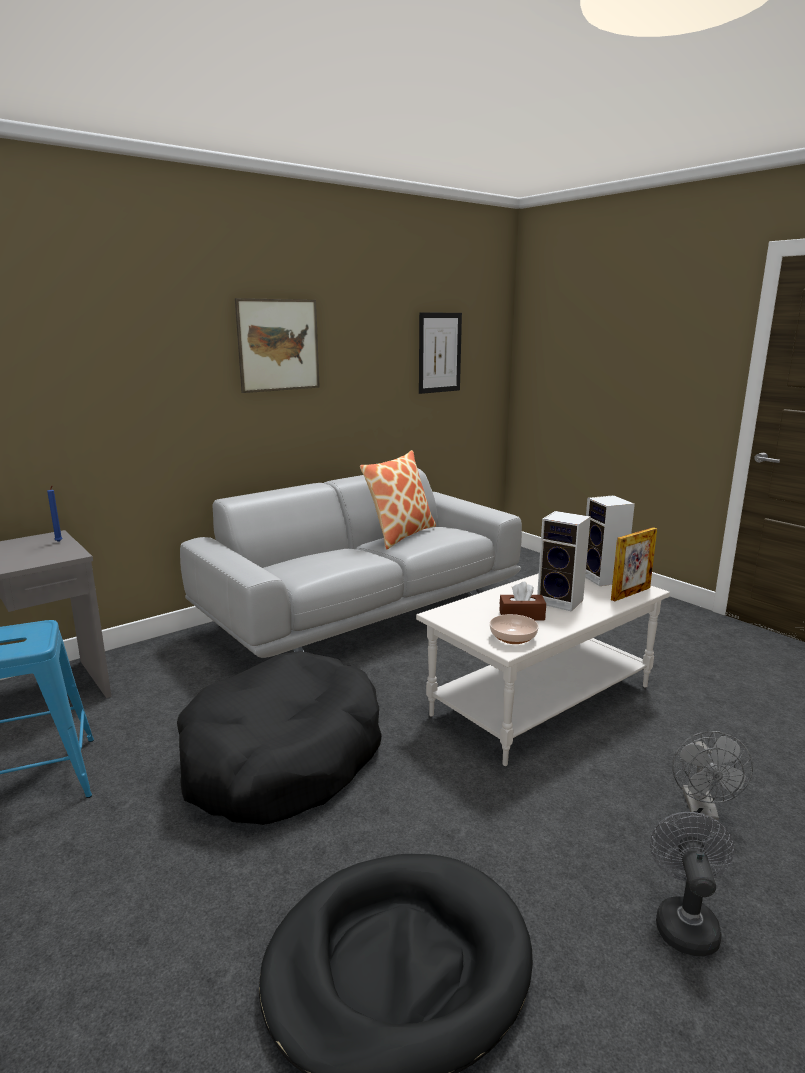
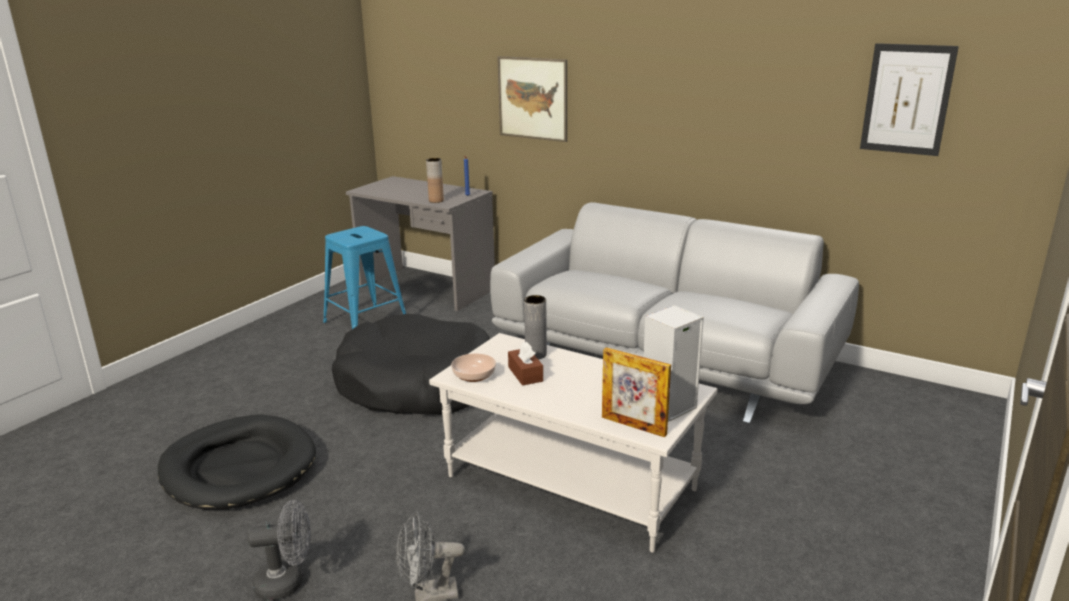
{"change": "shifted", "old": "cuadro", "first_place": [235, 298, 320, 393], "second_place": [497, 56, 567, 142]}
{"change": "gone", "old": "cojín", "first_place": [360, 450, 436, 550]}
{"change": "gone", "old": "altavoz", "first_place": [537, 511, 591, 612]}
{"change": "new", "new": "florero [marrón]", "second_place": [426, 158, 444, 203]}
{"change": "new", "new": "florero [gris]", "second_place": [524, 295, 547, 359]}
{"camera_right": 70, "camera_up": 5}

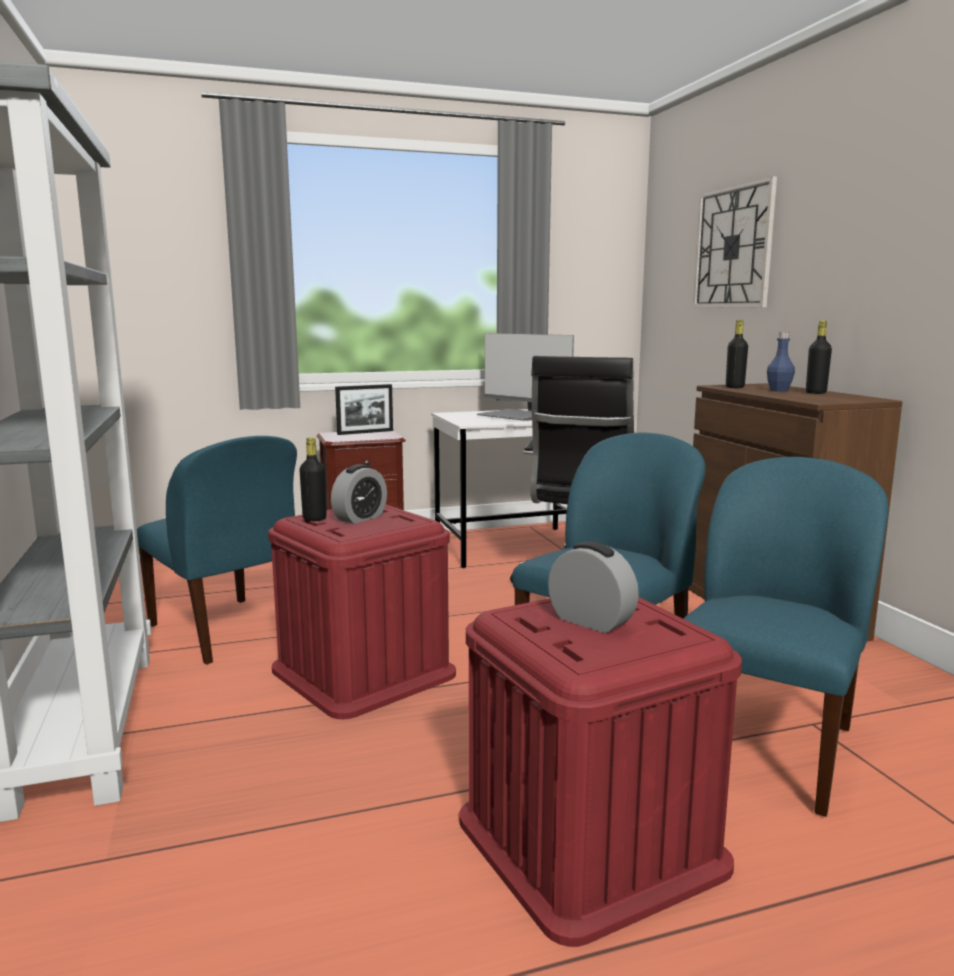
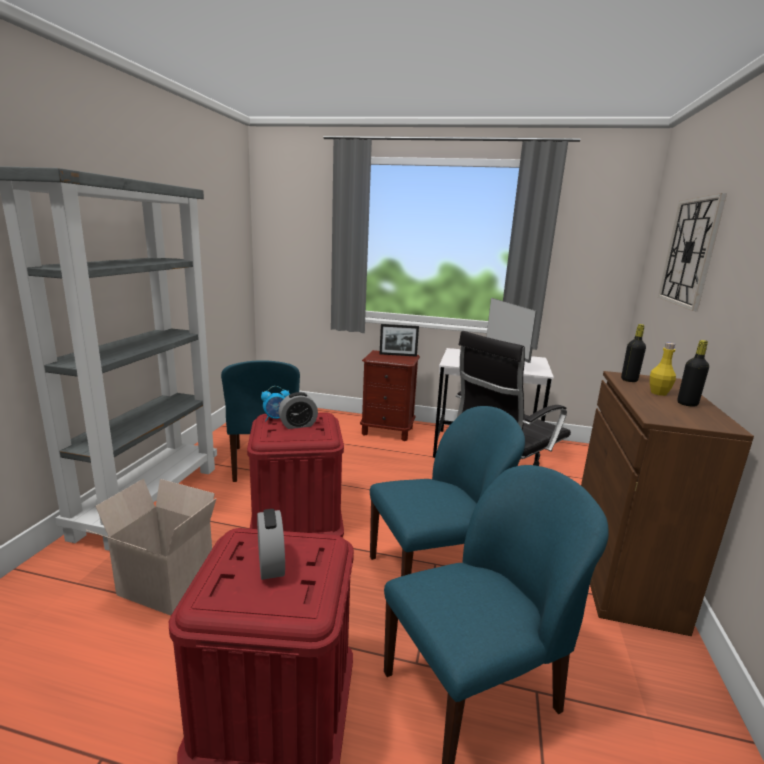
{"change": "swapped", "old": "botella [negro]", "new": "despertador", "first_place": [300, 437, 327, 521], "second_place": [261, 386, 290, 421]}
{"change": "repainted", "old": "botella [azul]", "new": "botella [amarillo]", "first_place": [767, 332, 795, 392], "second_place": [650, 343, 676, 396]}
{"change": "new", "new": "caja de cartón", "second_place": [86, 479, 217, 616]}
{"camera_right": 30, "camera_up": 5}

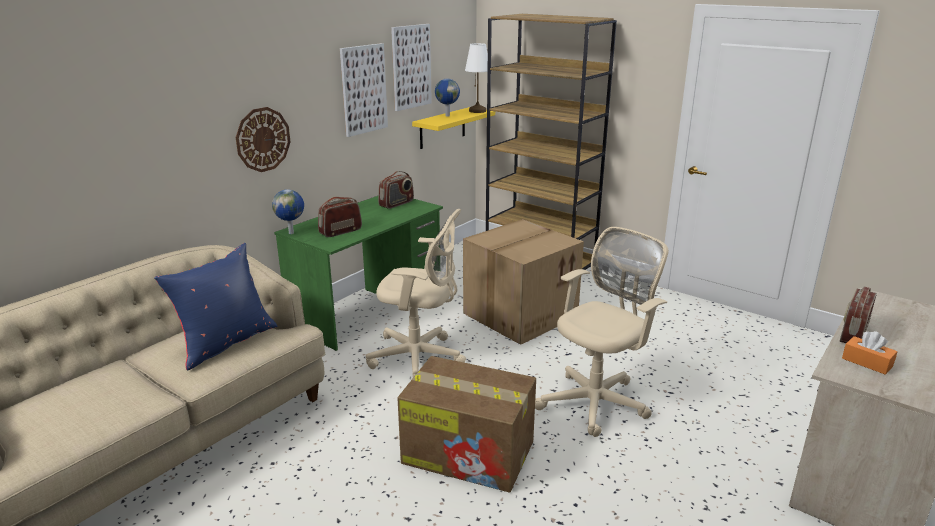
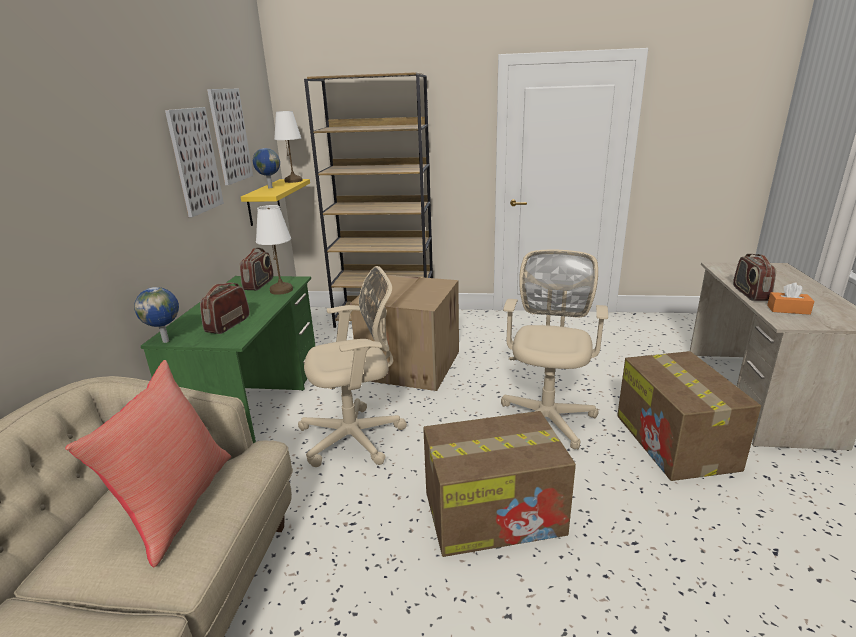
{"change": "repainted", "old": "cojín [azul]", "new": "cojín [rojo]", "first_place": [154, 243, 277, 371], "second_place": [65, 360, 231, 567]}
{"change": "gone", "old": "reloj de pared", "first_place": [236, 107, 290, 172]}
{"change": "new", "new": "lámpara de mesa [blanco]", "second_place": [256, 205, 293, 295]}
{"change": "new", "new": "caja de cartón", "second_place": [617, 351, 761, 481]}
{"camera_right": -30, "camera_up": 0}

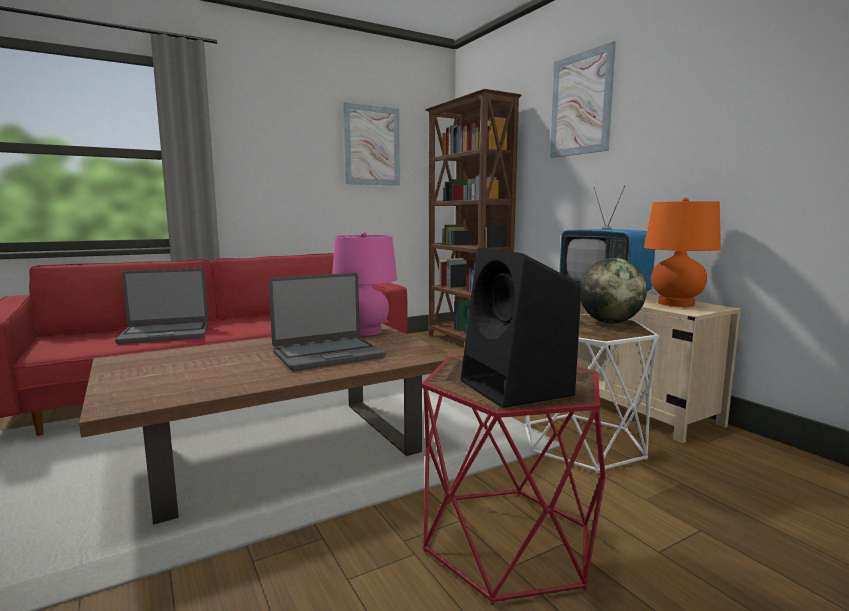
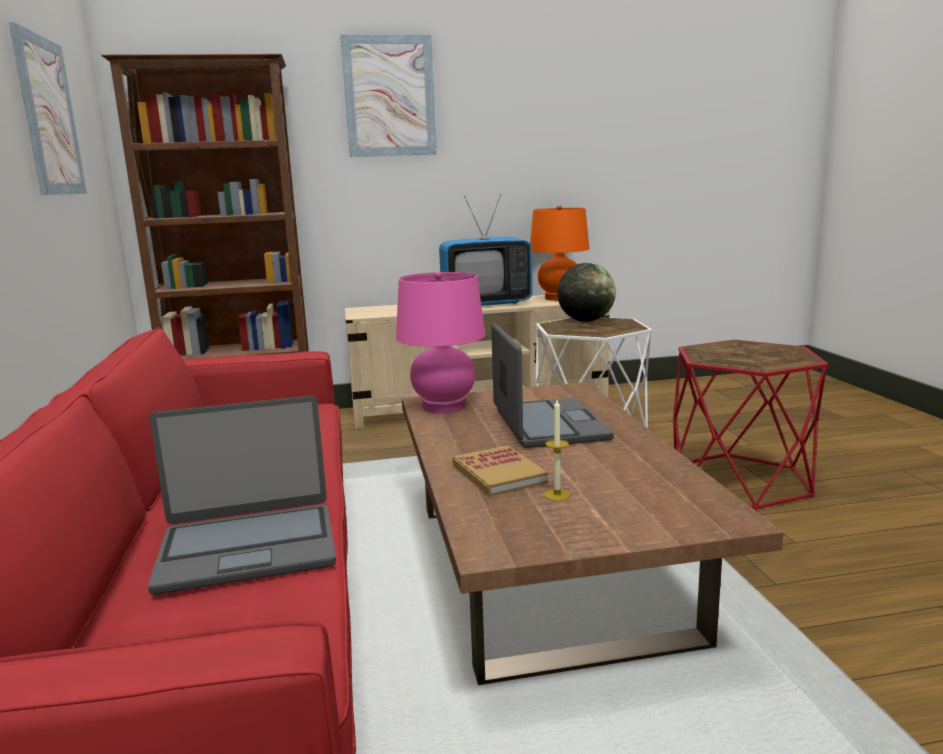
{"change": "rotated", "old": "portátil", "first_place": [115, 268, 208, 344], "second_place": [148, 396, 336, 595], "degrees": 75}
{"change": "gone", "old": "altavoz [negro]", "first_place": [461, 248, 582, 408]}
{"change": "new", "new": "libro", "second_place": [452, 445, 548, 496]}
{"change": "new", "new": "vela", "second_place": [544, 400, 571, 501]}
{"camera_right": -70, "camera_up": 5}

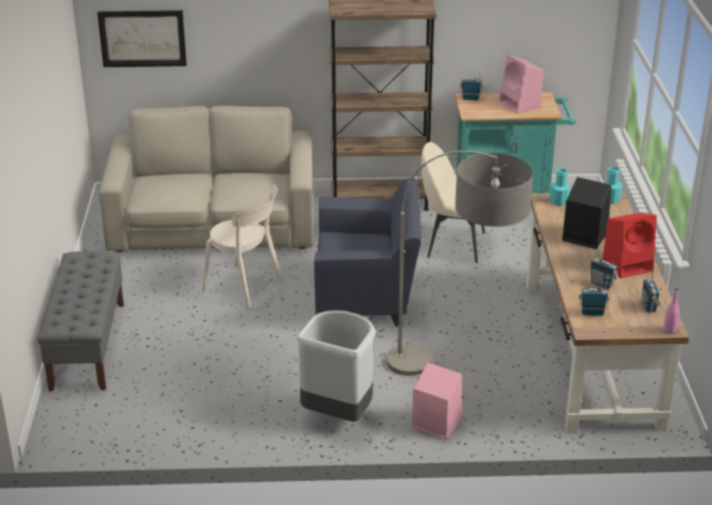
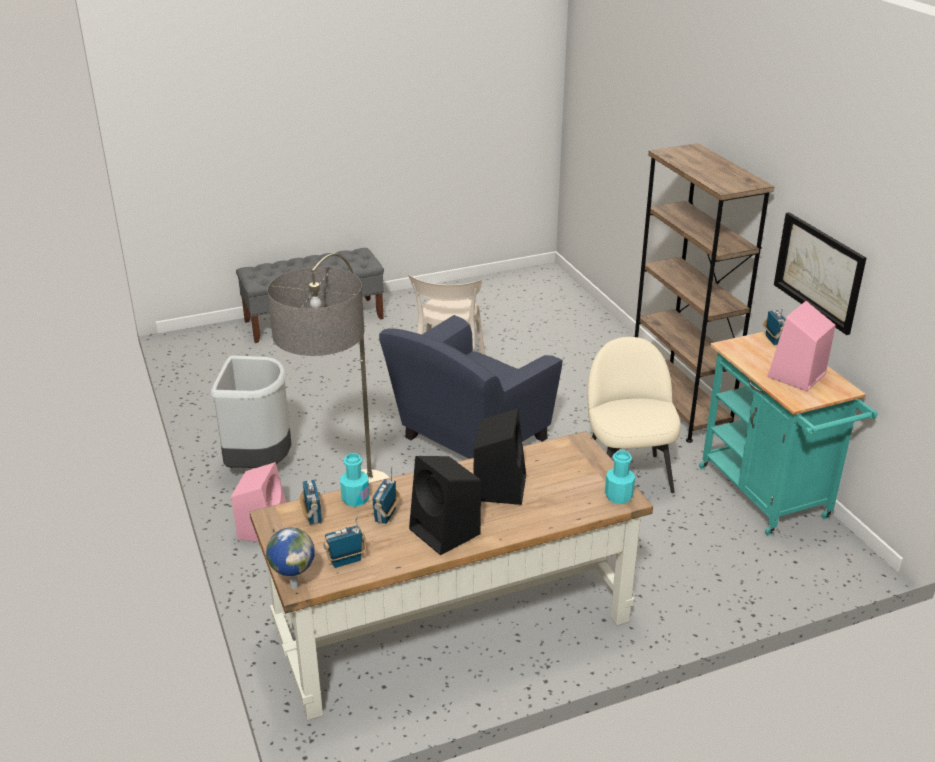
{"change": "shifted", "old": "cuadro", "first_place": [97, 10, 187, 67], "second_place": [774, 212, 866, 335]}
{"change": "gone", "old": "sofá [beis]", "first_place": [99, 106, 314, 252]}
{"change": "rotated", "old": "sillón [azul]", "first_place": [314, 177, 421, 327], "second_place": [379, 315, 562, 459], "degrees": 60}
{"change": "shifted", "old": "botella [turquesa]", "first_place": [550, 168, 571, 206], "second_place": [340, 453, 369, 507]}
{"change": "repainted", "old": "altavoz [rojo]", "new": "altavoz [negro]", "first_place": [603, 213, 657, 278], "second_place": [409, 456, 481, 555]}
{"change": "swapped", "old": "botella [rosa]", "new": "globo terráqueo", "first_place": [664, 288, 680, 334], "second_place": [266, 527, 315, 589]}
{"camera_right": 70, "camera_up": 0}

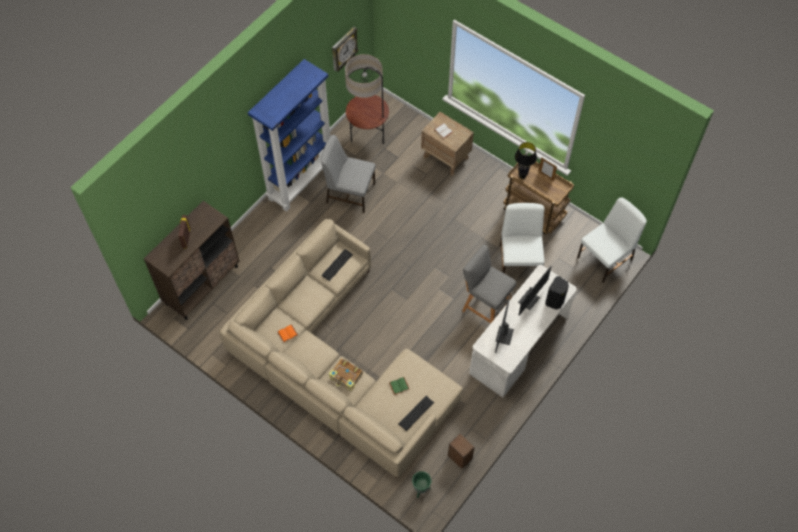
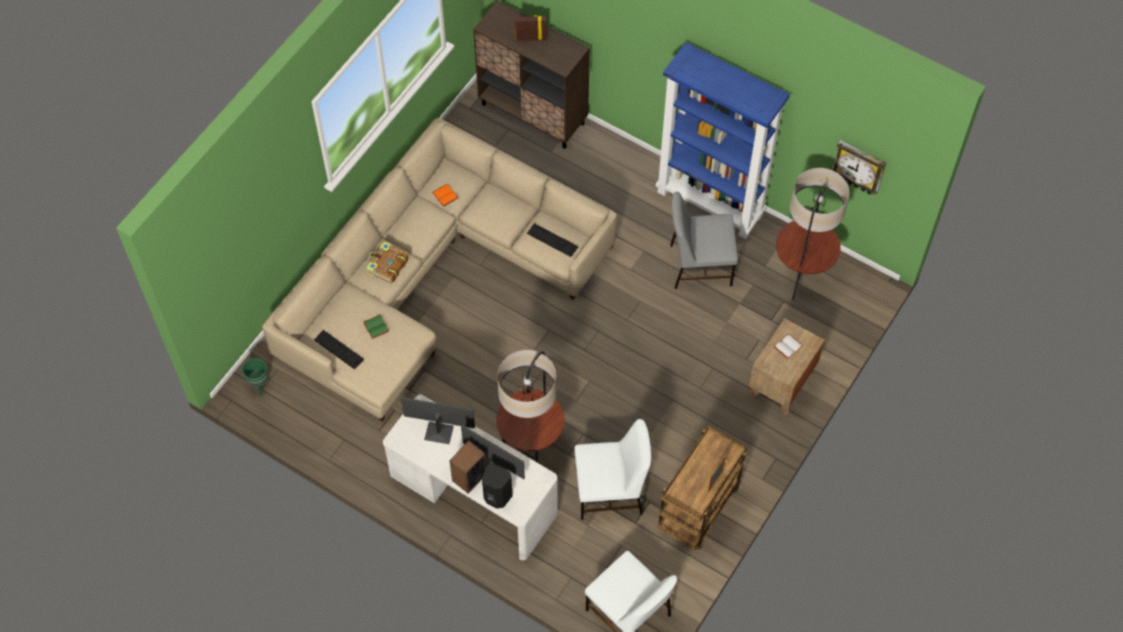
{"change": "rotated", "old": "silla [gris]", "first_place": [321, 135, 376, 213], "second_place": [670, 192, 738, 289], "degrees": -105}
{"change": "shifted", "old": "altavoz", "first_place": [448, 434, 475, 469], "second_place": [449, 441, 486, 494]}
{"change": "swapped", "old": "taburete [gris]", "new": "lámpara de pie", "first_place": [462, 244, 516, 324], "second_place": [496, 350, 564, 463]}
{"change": "gone", "old": "lámpara de mesa [negro]", "first_place": [515, 142, 537, 179]}
{"camera_right": 85, "camera_up": 0}

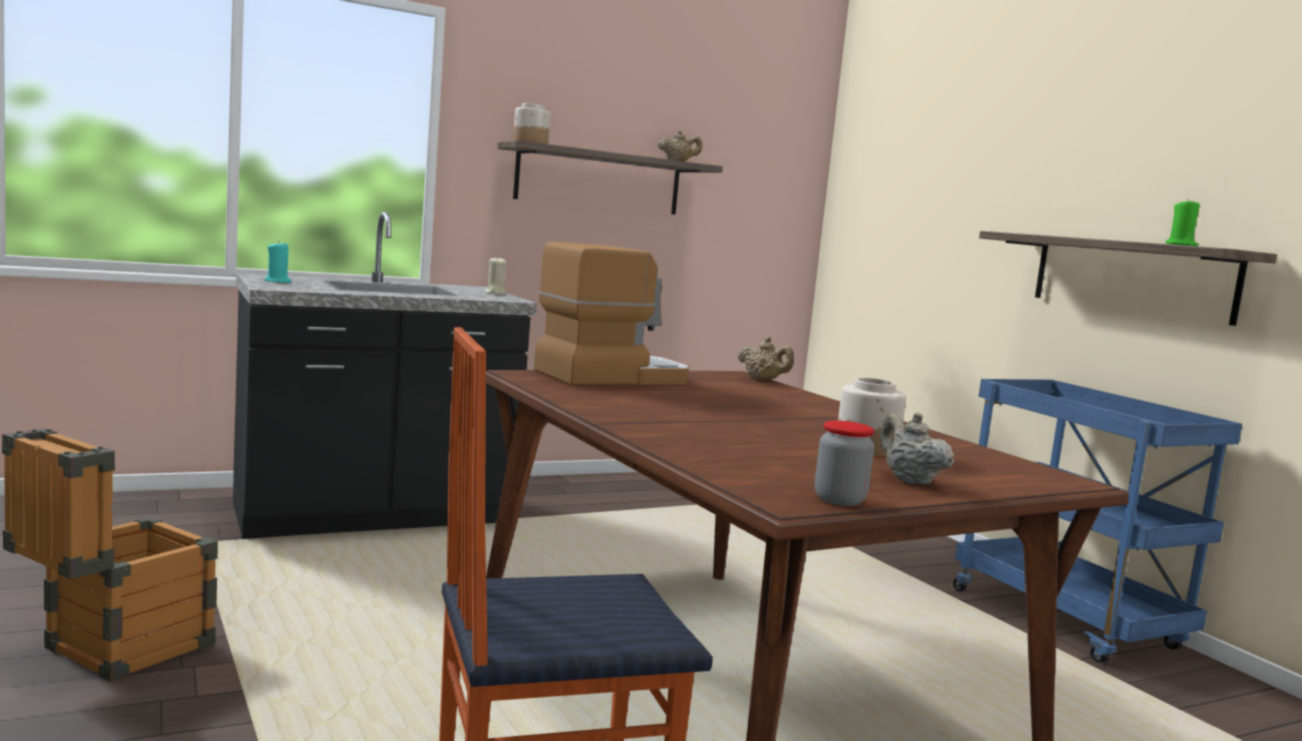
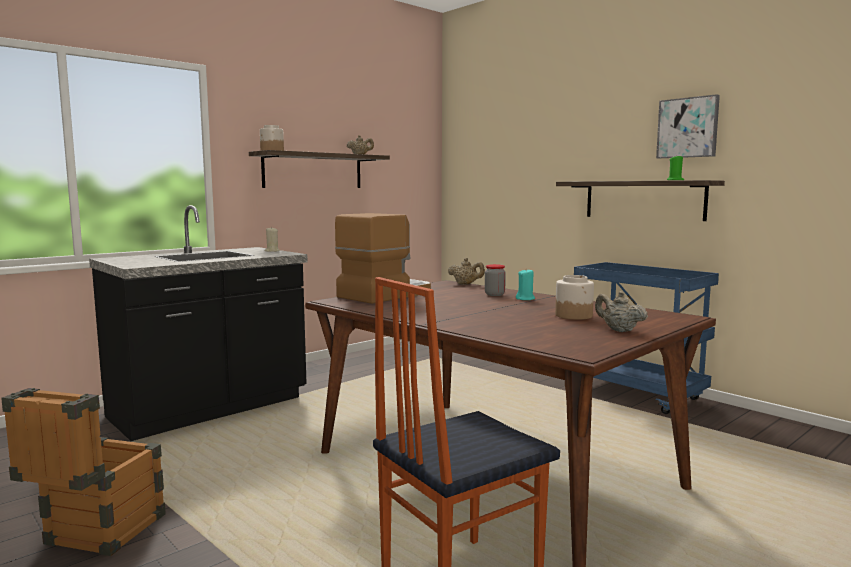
{"change": "shifted", "old": "vela [turquesa]", "first_place": [264, 242, 291, 283], "second_place": [516, 268, 535, 300]}
{"change": "shifted", "old": "tarro", "first_place": [815, 421, 875, 506], "second_place": [485, 264, 506, 296]}
{"change": "new", "new": "cuadro", "second_place": [656, 94, 720, 158]}
{"camera_right": -15, "camera_up": 0}

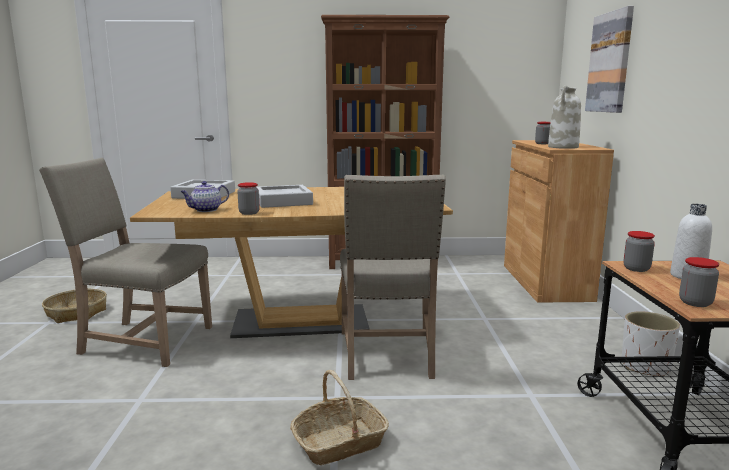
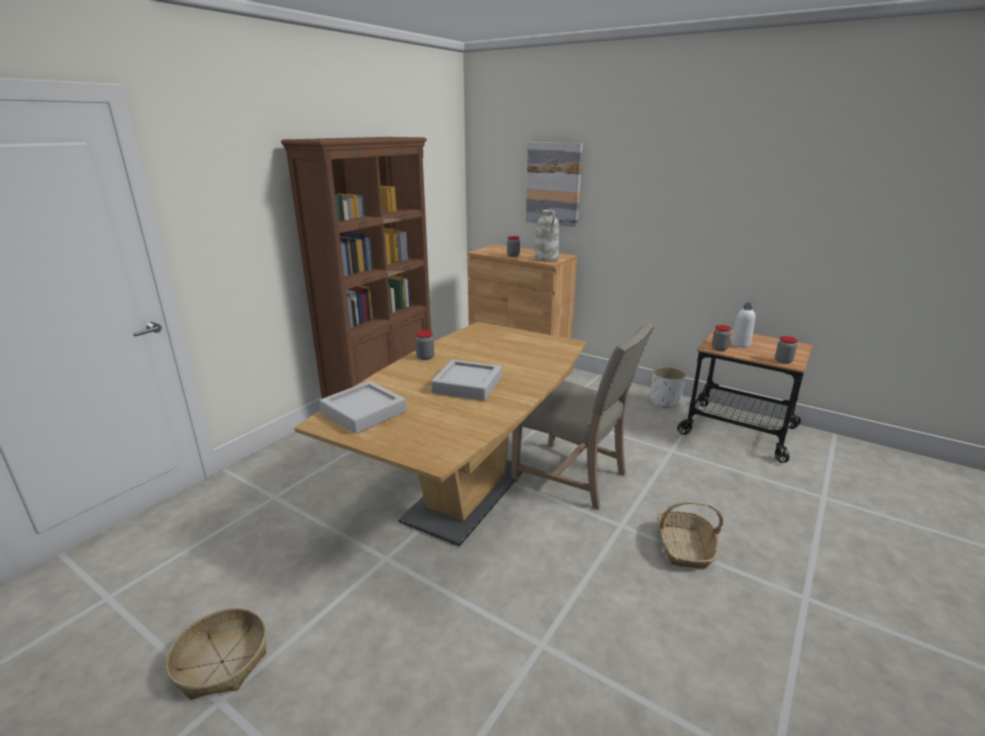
{"change": "gone", "old": "silla [beis]", "first_place": [39, 158, 212, 367]}
{"change": "gone", "old": "tetera", "first_place": [180, 181, 229, 212]}
{"change": "shifted", "old": "tarro", "first_place": [237, 182, 260, 215], "second_place": [415, 330, 434, 360]}
{"camera_right": -55, "camera_up": 10}

